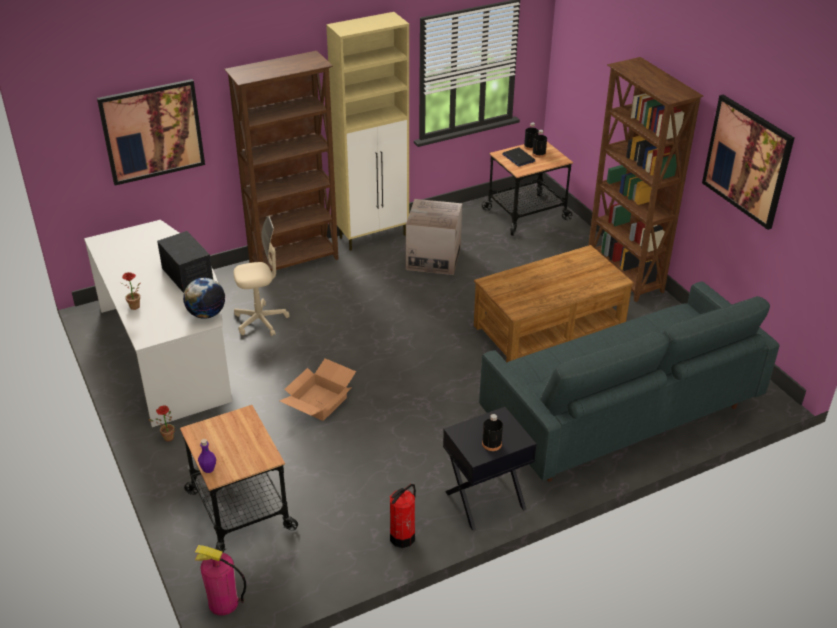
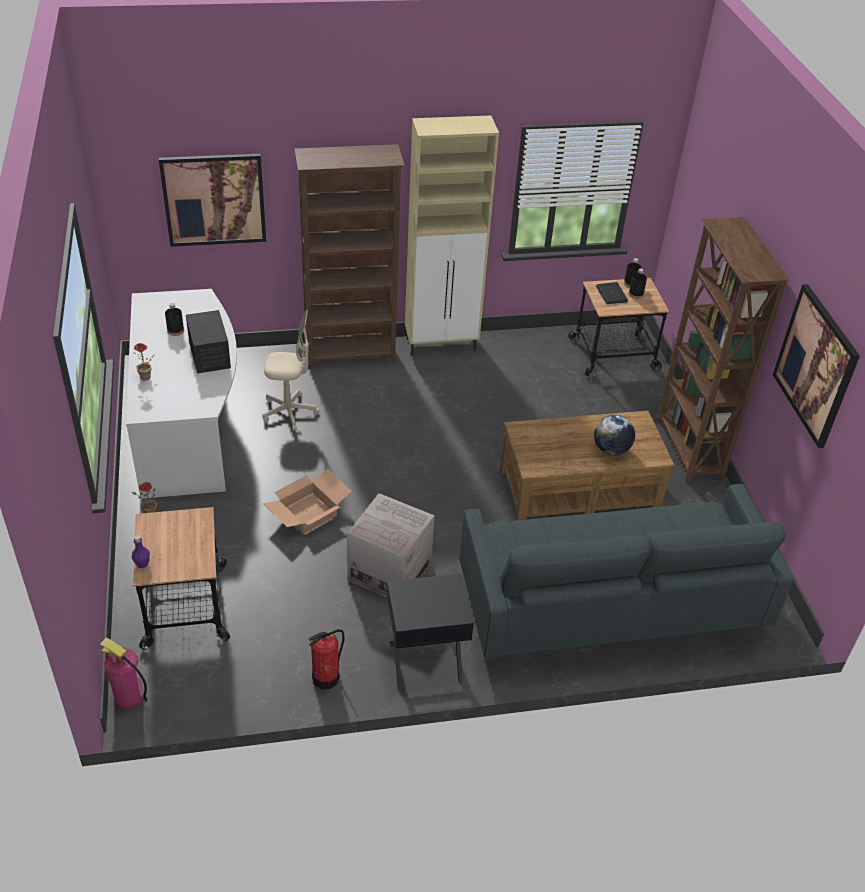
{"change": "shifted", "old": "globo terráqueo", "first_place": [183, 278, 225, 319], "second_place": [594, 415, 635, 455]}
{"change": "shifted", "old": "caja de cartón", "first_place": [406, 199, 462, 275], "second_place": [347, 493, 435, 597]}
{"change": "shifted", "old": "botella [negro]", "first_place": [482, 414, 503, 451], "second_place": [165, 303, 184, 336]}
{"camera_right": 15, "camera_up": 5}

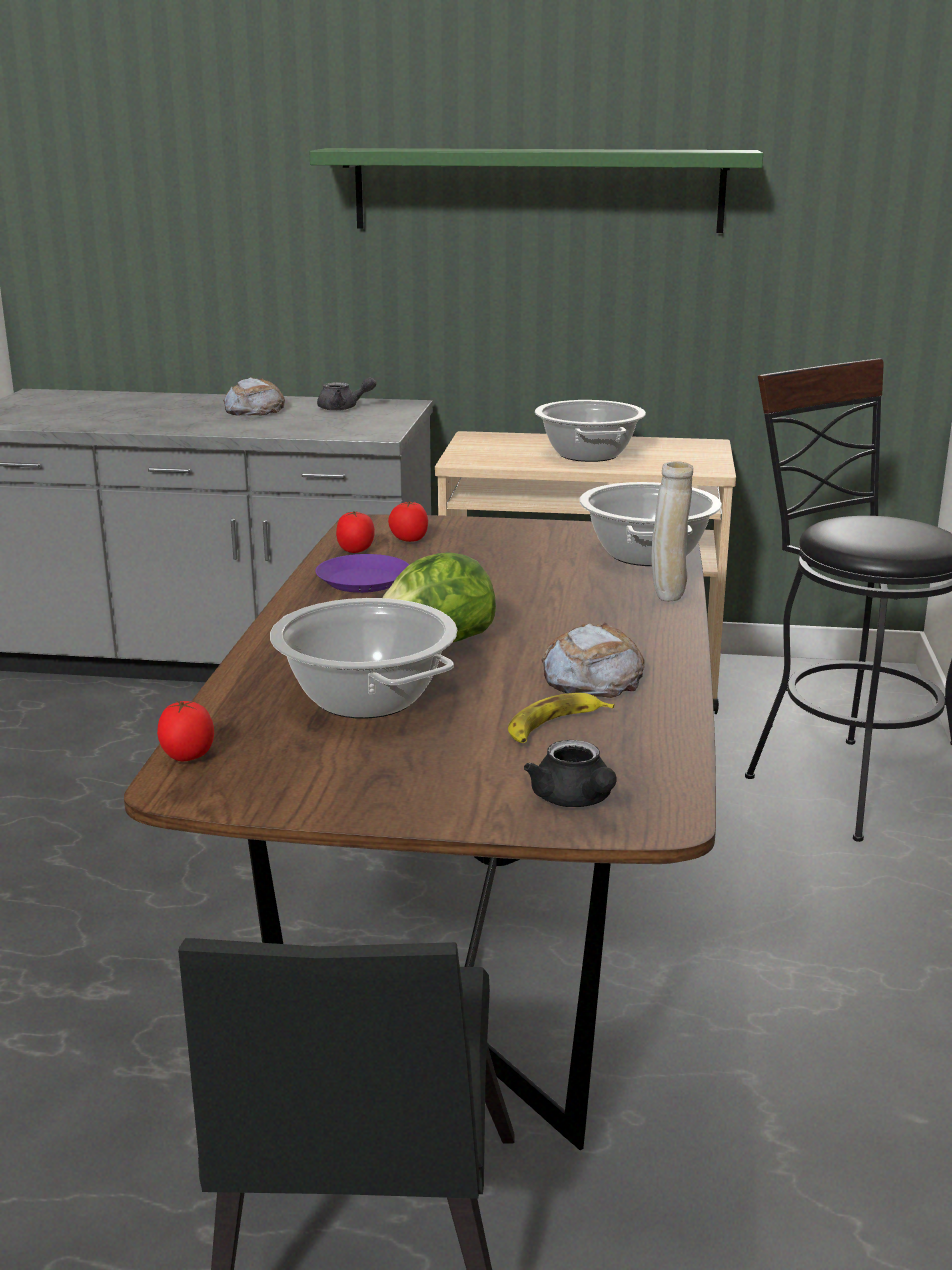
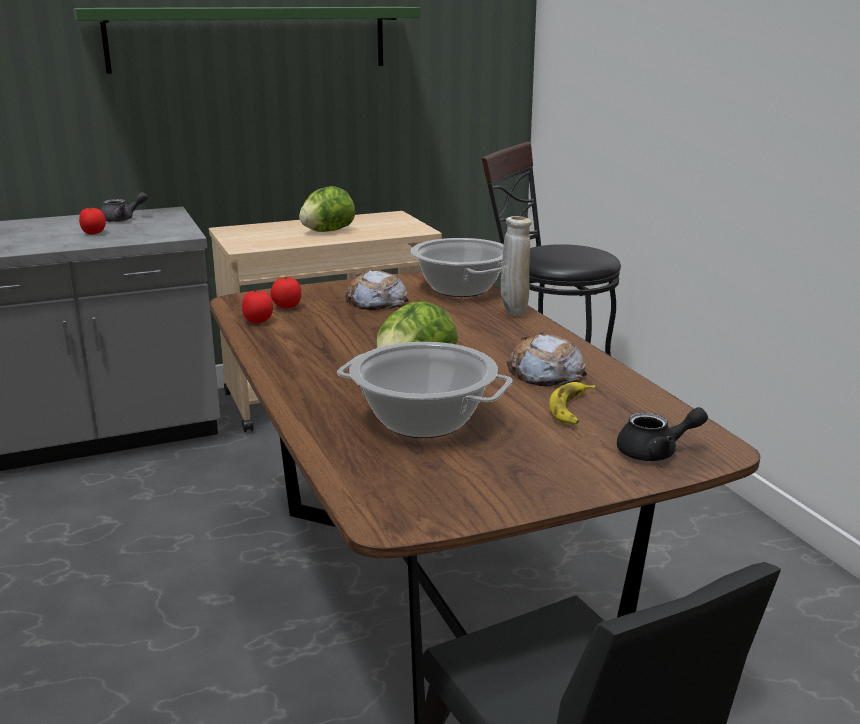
{"change": "shifted", "old": "tomate", "first_place": [157, 700, 214, 761], "second_place": [79, 207, 106, 235]}
{"change": "shifted", "old": "pan", "first_place": [223, 377, 285, 416], "second_place": [345, 270, 409, 310]}
{"change": "gone", "old": "plato [morado]", "first_place": [315, 554, 409, 593]}
{"change": "rotated", "old": "tetera [negro]", "first_place": [524, 740, 617, 807], "second_place": [617, 407, 708, 461], "degrees": -45}
{"change": "swapped", "old": "olla", "new": "lechuga", "first_place": [535, 400, 646, 462], "second_place": [299, 186, 355, 232]}
{"camera_right": -30, "camera_up": 0}

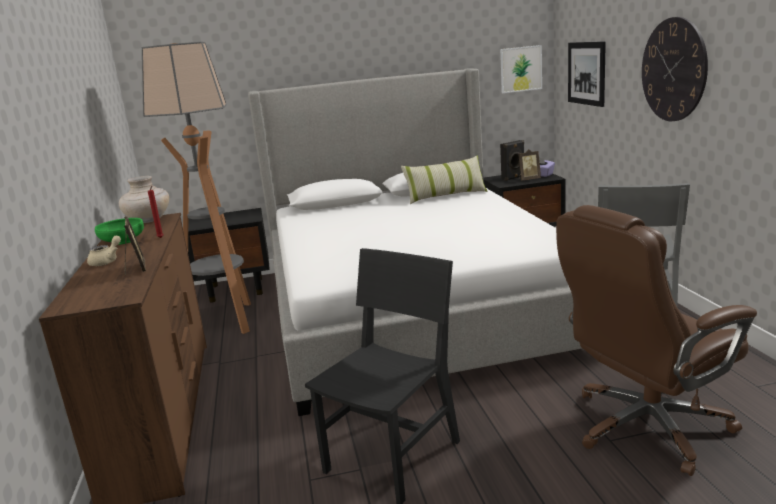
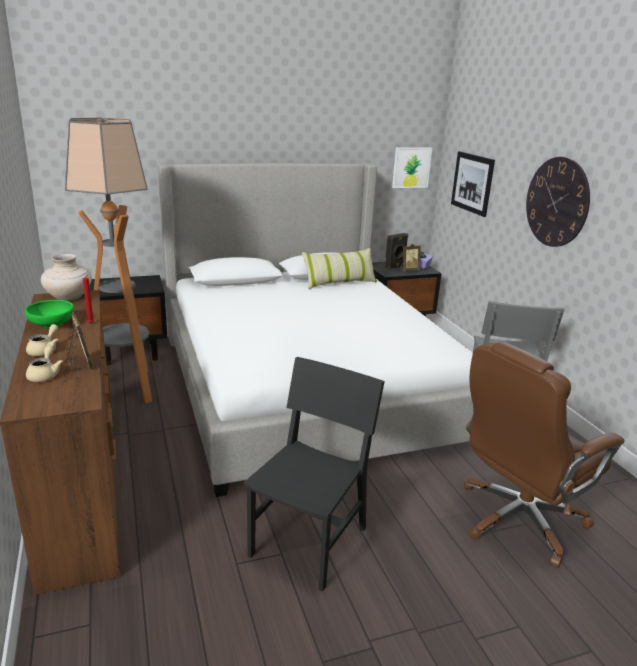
{"change": "new", "new": "tetera [beis]", "second_place": [26, 346, 63, 382]}
{"camera_right": -10, "camera_up": 5}

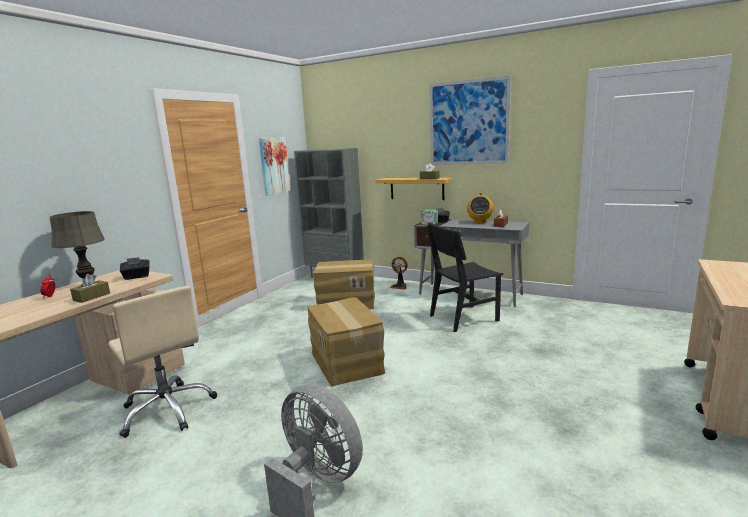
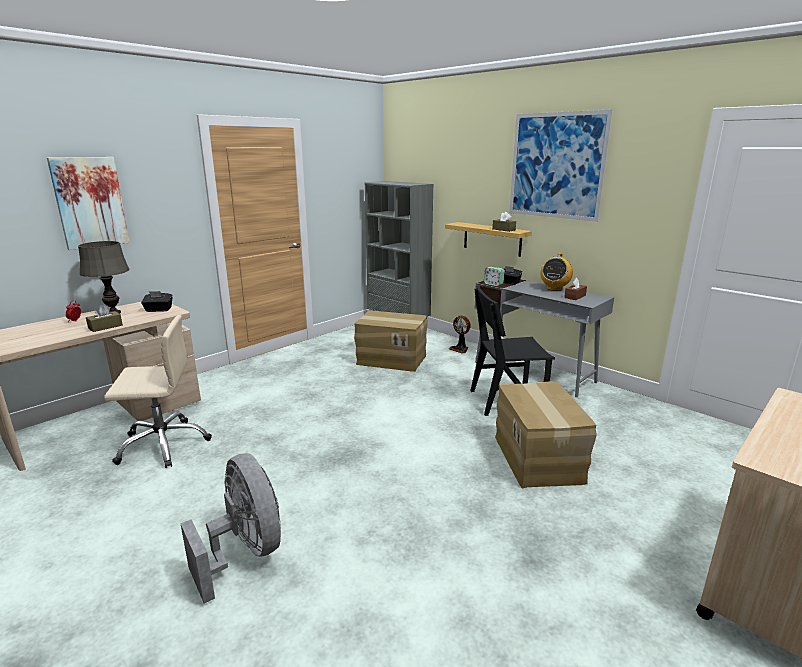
{"change": "rotated", "old": "silla de oficina [beis]", "first_place": [108, 286, 217, 438], "second_place": [104, 315, 212, 468], "degrees": -75}
{"change": "shifted", "old": "cuadro", "first_place": [259, 137, 291, 195], "second_place": [47, 157, 130, 250]}
{"change": "shifted", "old": "caja de cartón", "first_place": [307, 297, 385, 387], "second_place": [495, 381, 597, 488]}
{"camera_right": 15, "camera_up": 5}

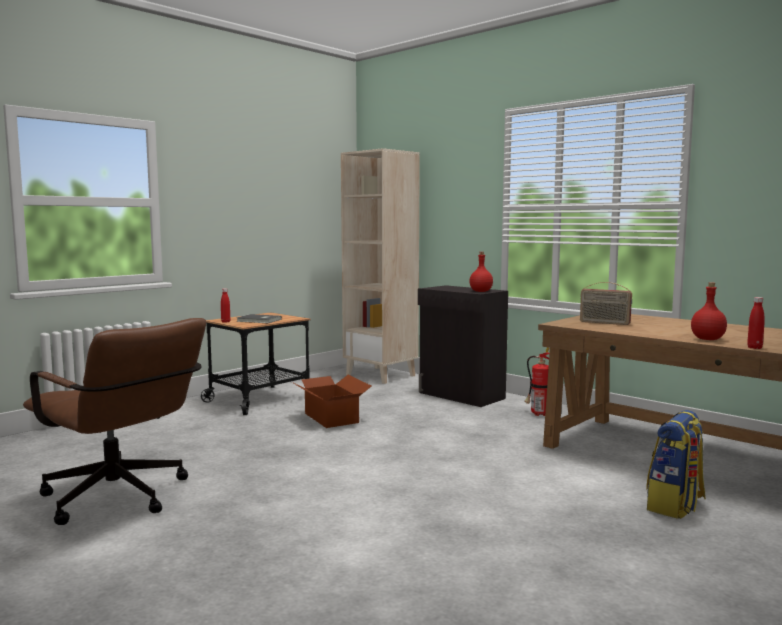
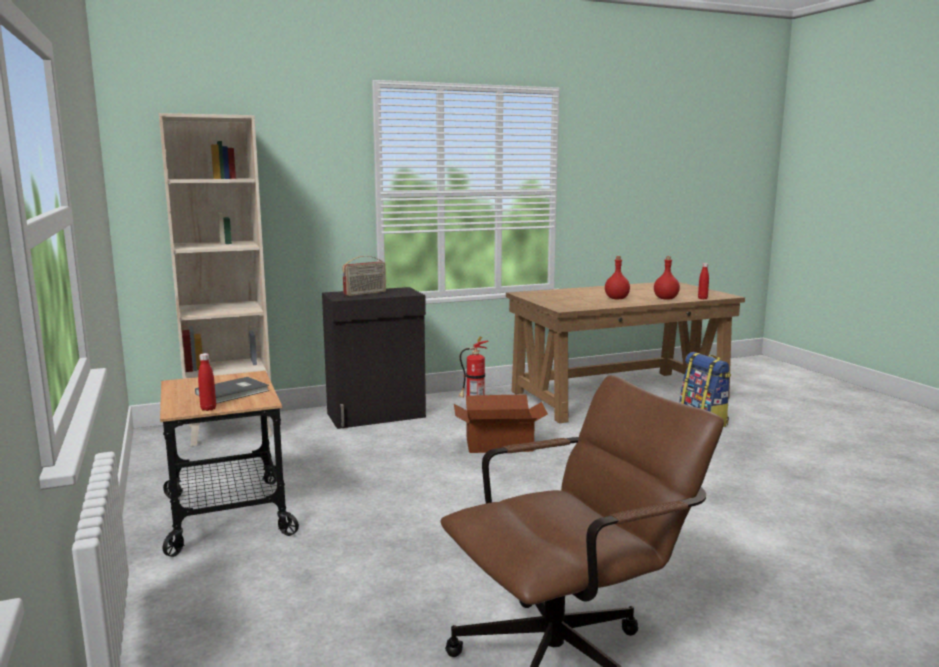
{"change": "shifted", "old": "caja de cartón", "first_place": [292, 375, 372, 428], "second_place": [454, 394, 548, 453]}
{"change": "shifted", "old": "botella [rojo]", "first_place": [470, 252, 493, 292], "second_place": [605, 256, 630, 299]}
{"change": "shifted", "old": "radio", "first_place": [580, 282, 632, 325], "second_place": [342, 256, 386, 296]}
{"camera_right": -65, "camera_up": 5}

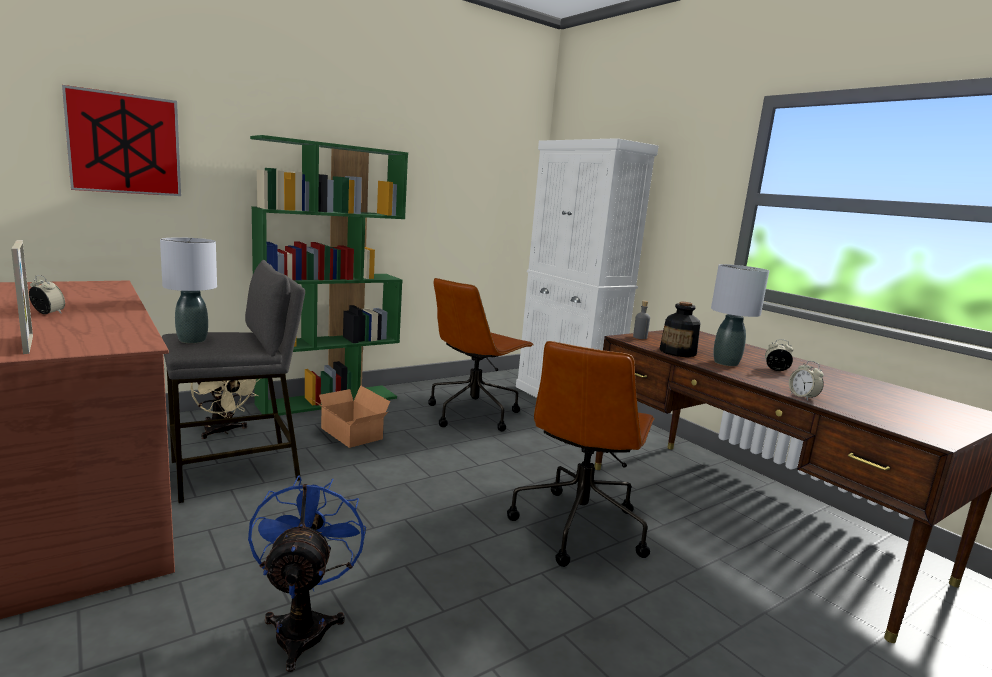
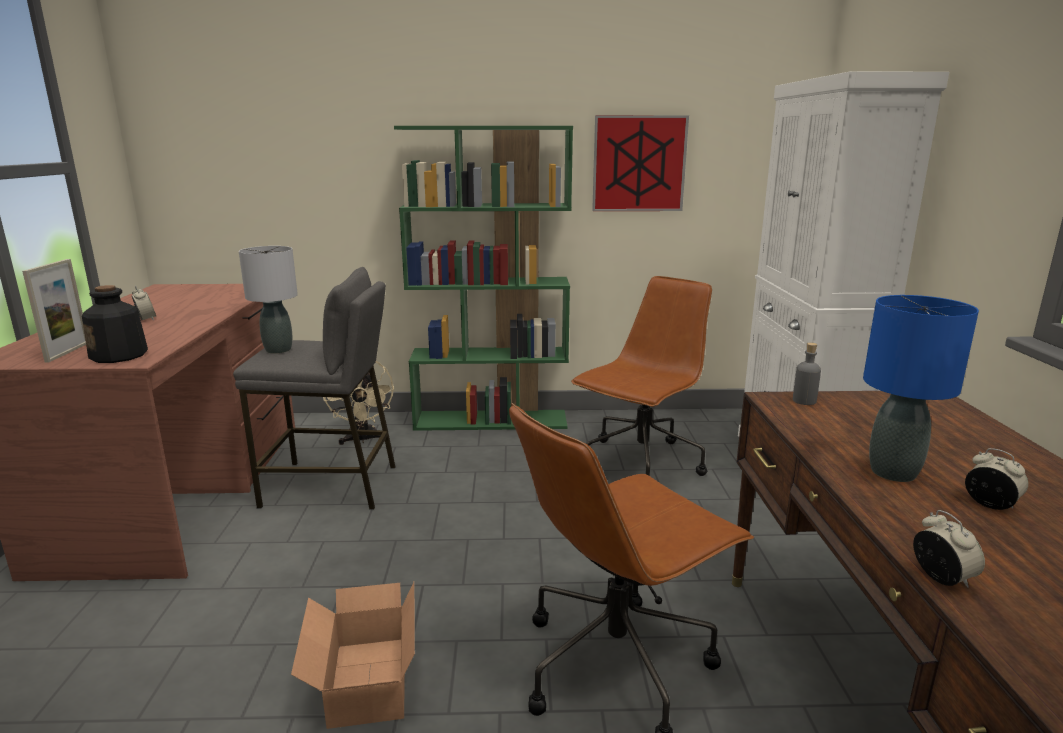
{"change": "shifted", "old": "cuadro", "first_place": [62, 85, 181, 196], "second_place": [592, 115, 689, 211]}
{"change": "gone", "old": "ventilador [azul]", "first_place": [248, 475, 366, 672]}
{"change": "shifted", "old": "caja de cartón", "first_place": [312, 385, 390, 448], "second_place": [291, 582, 415, 729]}
{"change": "rotated", "old": "silla de oficina [marrón]", "first_place": [428, 278, 534, 431], "second_place": [571, 276, 712, 476], "degrees": 150}
{"change": "shifted", "old": "botella", "first_place": [659, 302, 701, 357], "second_place": [82, 285, 148, 363]}
{"change": "repainted", "old": "lámpara de mesa [gris]", "new": "lámpara de mesa [azul]", "first_place": [711, 264, 769, 366], "second_place": [863, 295, 979, 482]}
{"change": "rotated", "old": "despertador", "first_place": [789, 361, 824, 401], "second_place": [913, 510, 985, 588], "degrees": 150}
{"camera_right": 35, "camera_up": 5}

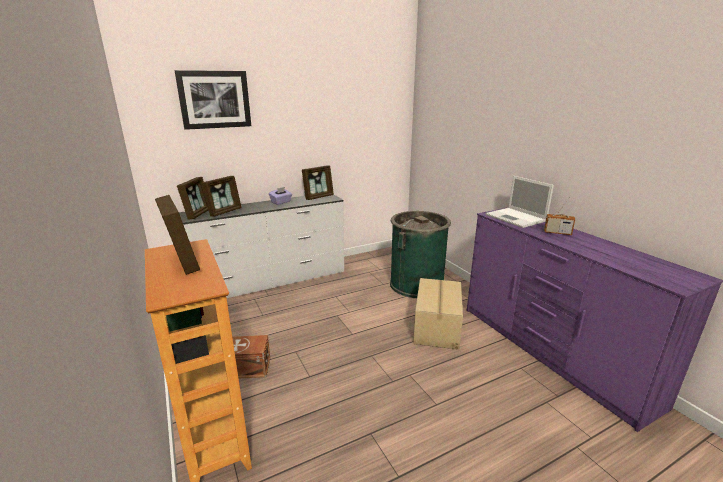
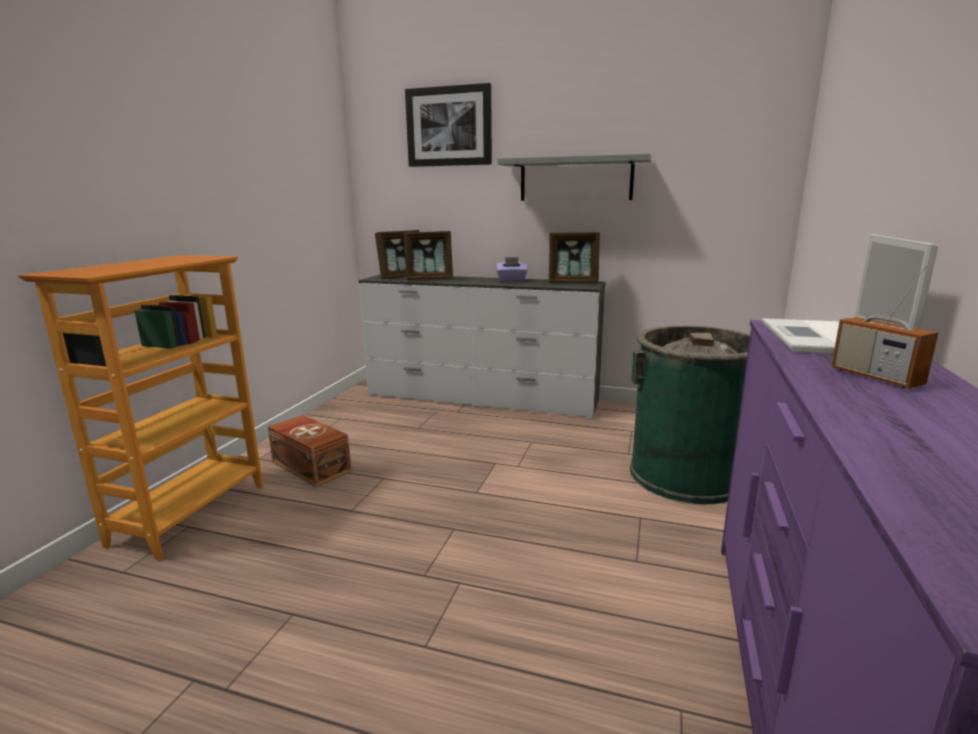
{"change": "gone", "old": "portarretratos", "first_place": [155, 195, 200, 275]}
{"change": "gone", "old": "caja de cartón", "first_place": [413, 278, 463, 350]}
{"change": "new", "new": "estante [gris]", "second_place": [498, 153, 651, 201]}
{"camera_right": 45, "camera_up": -5}

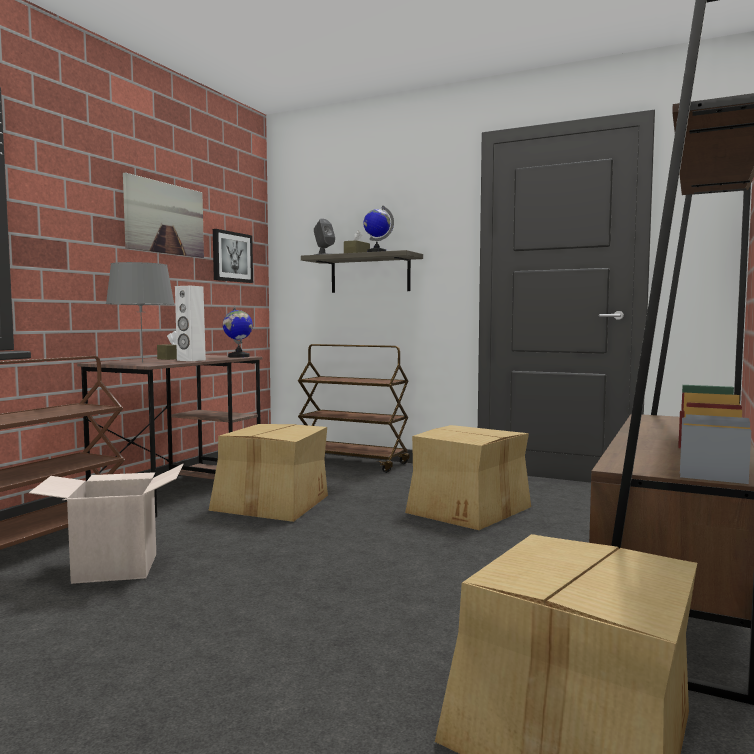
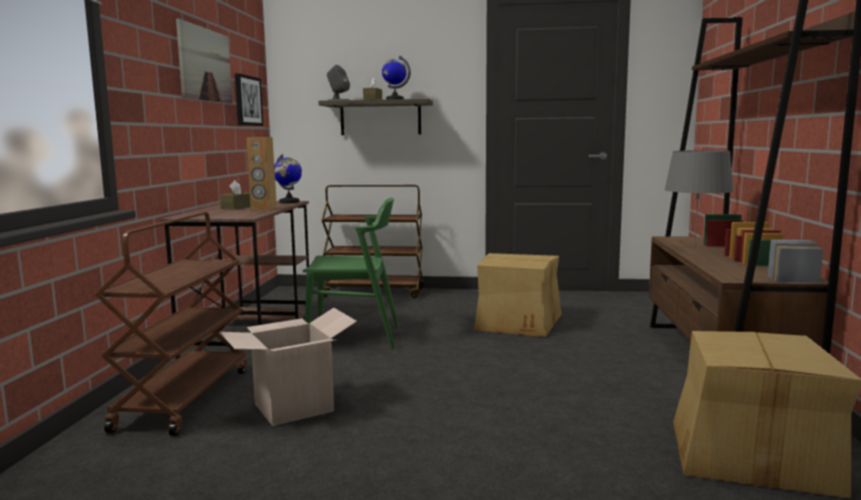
{"change": "shifted", "old": "lámpara de mesa [gris]", "first_place": [106, 262, 174, 363], "second_place": [664, 150, 734, 248]}
{"change": "repainted", "old": "altavoz [blanco]", "new": "altavoz [marrón]", "first_place": [175, 286, 206, 361], "second_place": [246, 137, 277, 210]}
{"change": "swapped", "old": "caja de cartón", "new": "silla [verde]", "first_place": [208, 424, 328, 522], "second_place": [303, 198, 399, 348]}
{"camera_right": -20, "camera_up": 5}

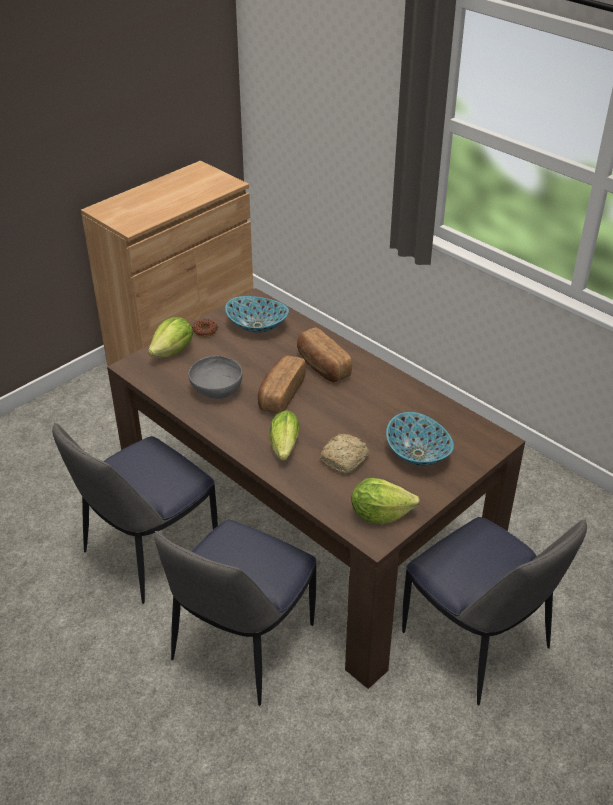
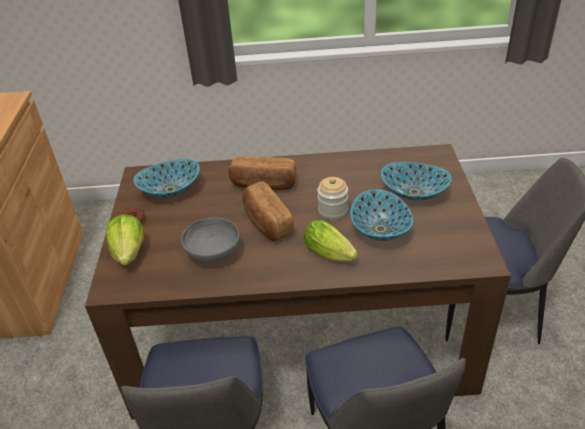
{"change": "swapped", "old": "pan", "new": "cuenco", "first_place": [320, 434, 369, 474], "second_place": [350, 189, 413, 241]}
{"change": "gone", "old": "lechuga", "first_place": [352, 478, 420, 524]}
{"change": "new", "new": "tarro", "second_place": [317, 177, 348, 220]}
{"camera_right": -45, "camera_up": 0}

